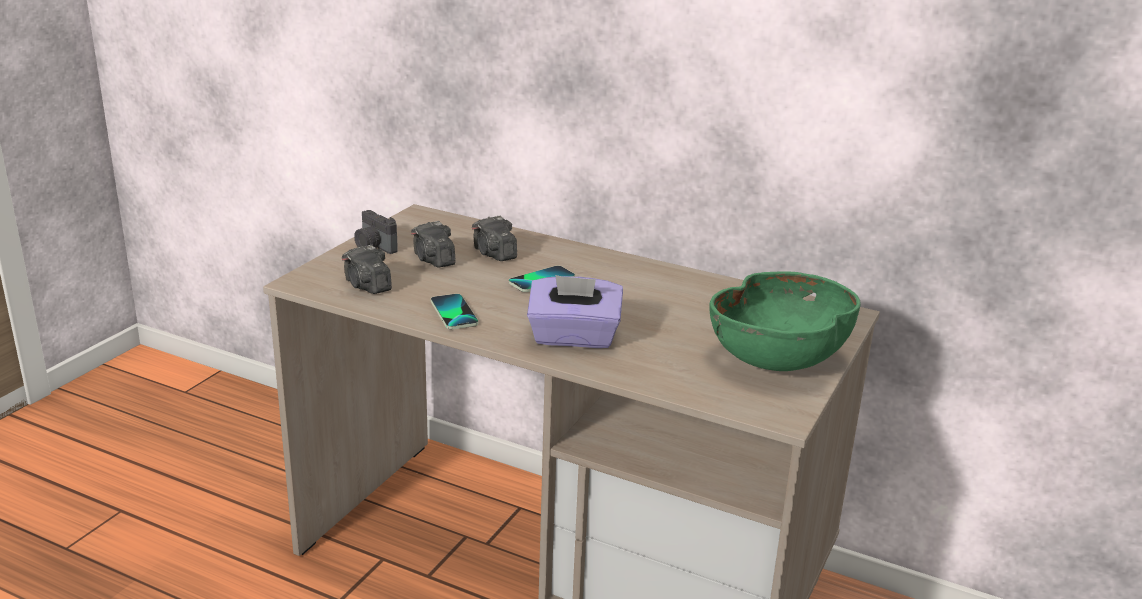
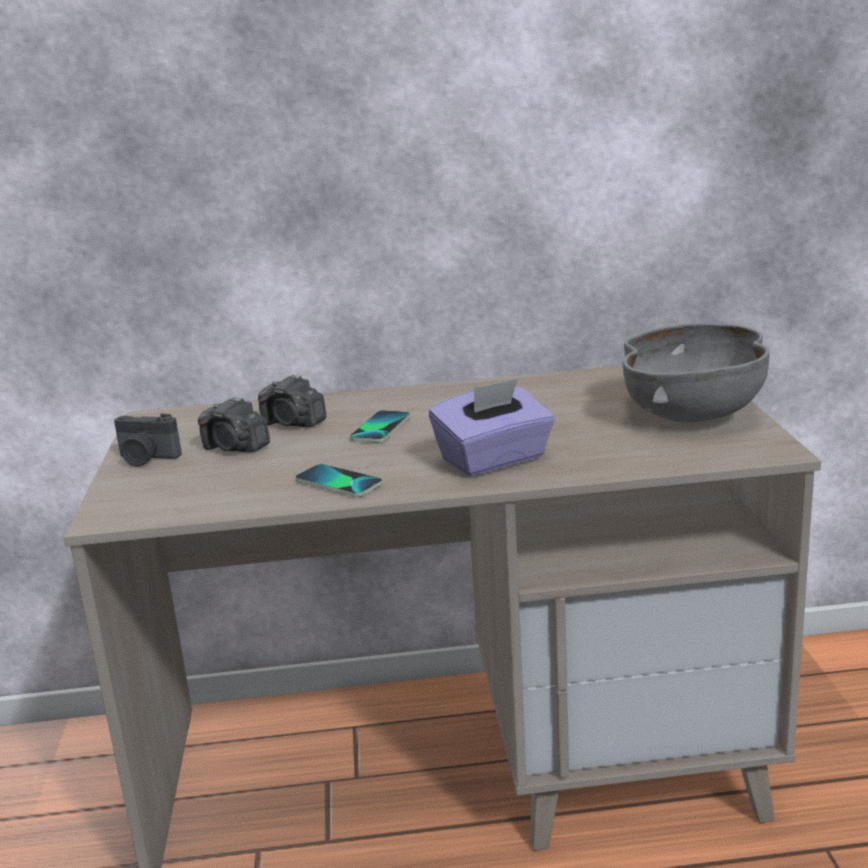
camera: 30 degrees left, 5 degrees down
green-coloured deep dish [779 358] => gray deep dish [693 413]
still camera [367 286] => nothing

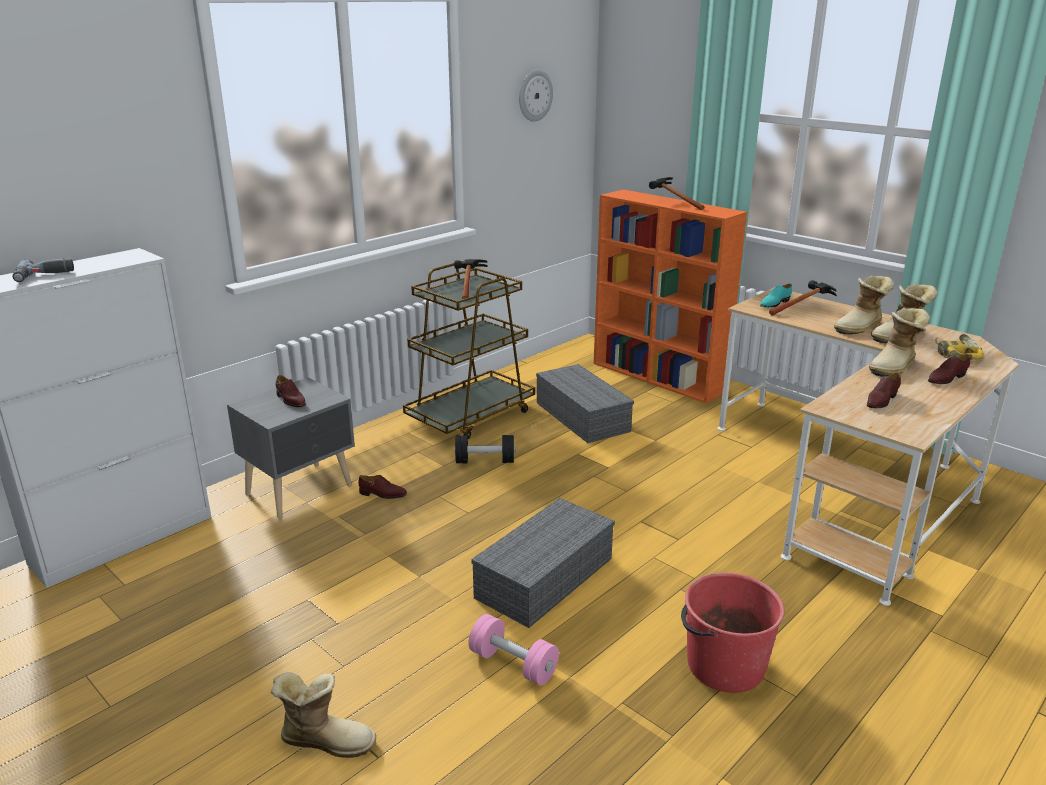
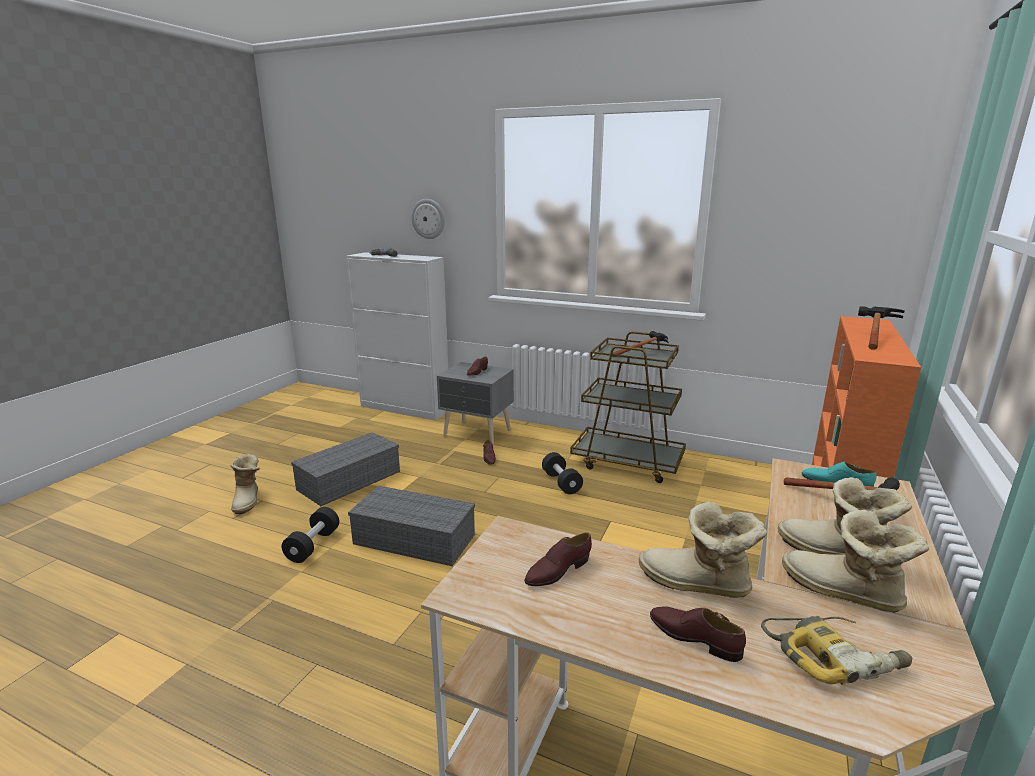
camera: 70 degrees right, 5 degrees down
pink free weight [513 664] => black-coloured free weight [313 545]
gray storage container [580 416] => gray storage container [350 479], shifted
hanging clock [534 95] => hanging clock [428 219], shifted
brown low shoe [881 400] => brown low shoe [557 571], 60 degrees counterclockwise
red-coloured bucket [724 665] => nothing

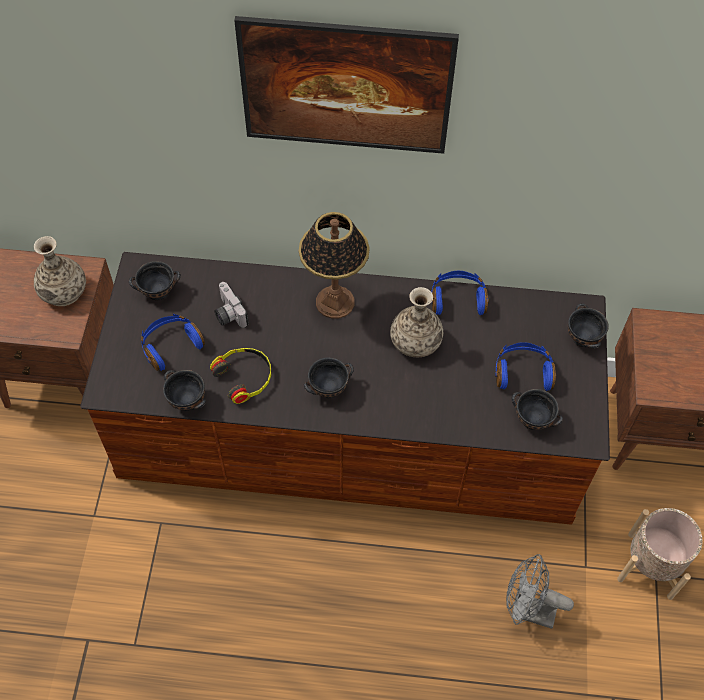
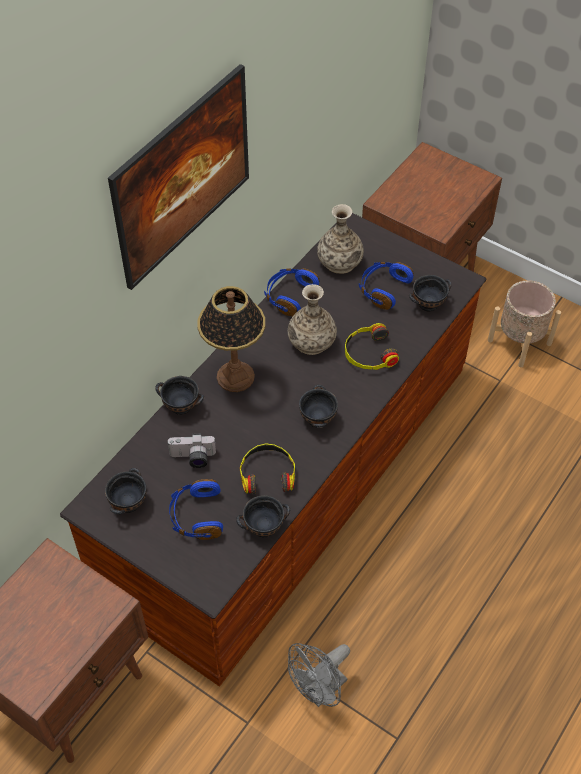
camera: 60 degrees left, 5 degrees down
black-coloured deep dish [583 337] => black-coloured deep dish [180 405], shifted
gray cooling fan [527 610] => gray cooling fan [319 691], shifted
decorative vase [63 291] => decorative vase [339 262], shifted
nothing => pair of headphones [369 353]

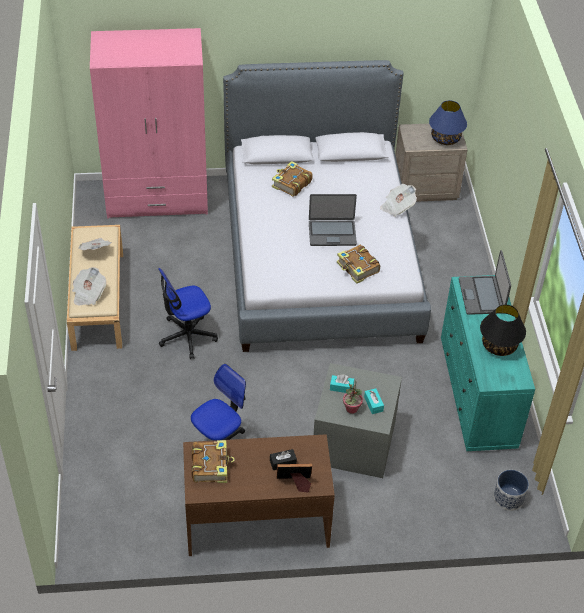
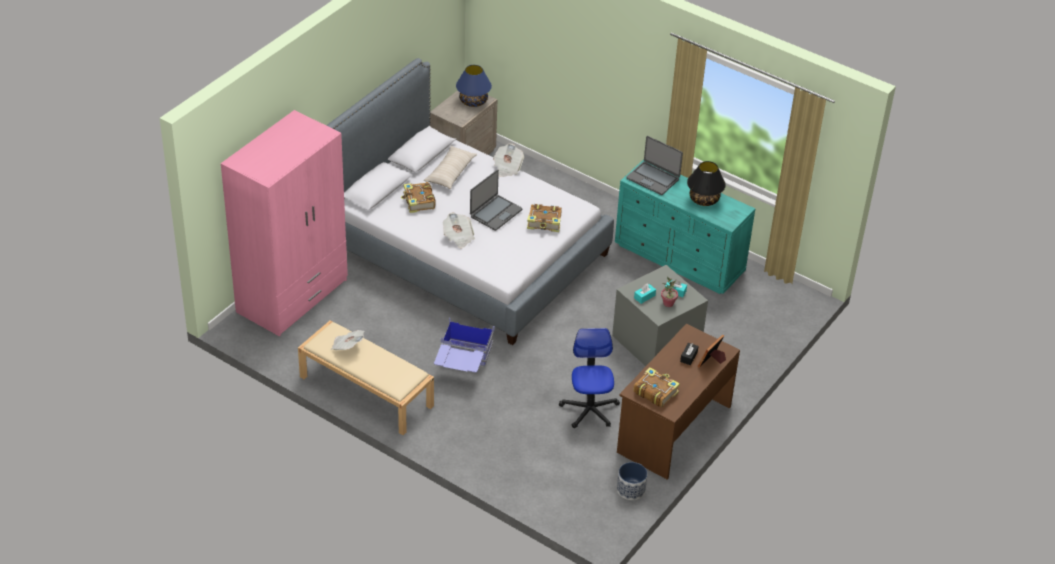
camera: 50 degrees left, 5 degrees down
nothing => sand-coloured cushion [450 172]
office chair [187 336] => blue storage container [463 364]
printed paper [88 294] => printed paper [458 237], shifted
plant pot [509 498] => plant pot [631 489], shifted

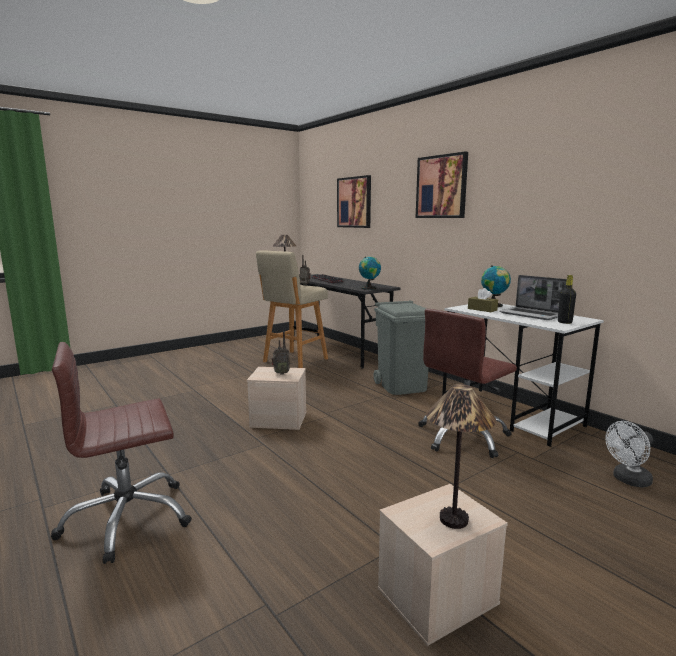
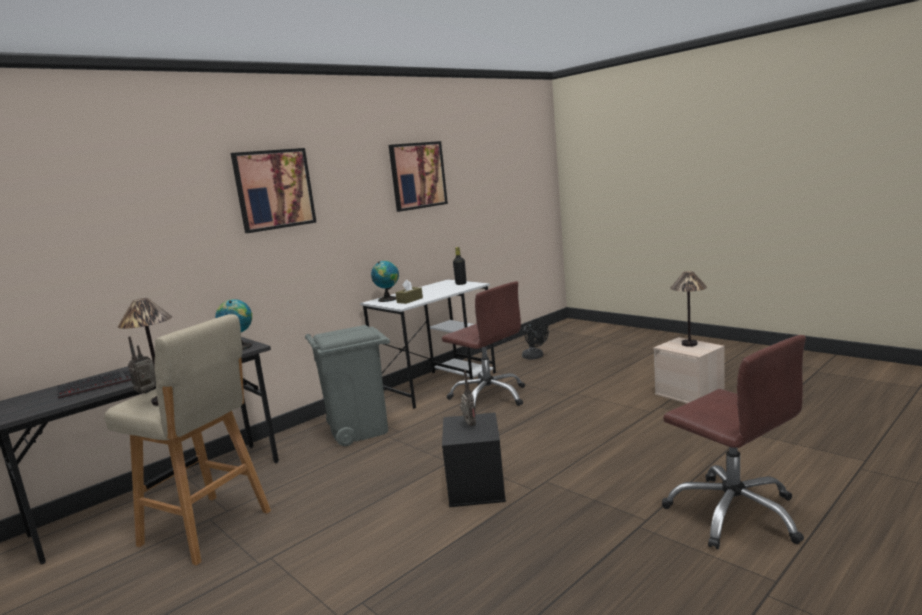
camera: 95 degrees left, 0 degrees up
wall art [354 202] => wall art [417 175], shifted
sand-coloured storage container [279 419] => black-coloured storage container [475 486]
white-coloured cooling fan [628 480] => black-coloured cooling fan [535 357]
portable computer [532 315] => nothing

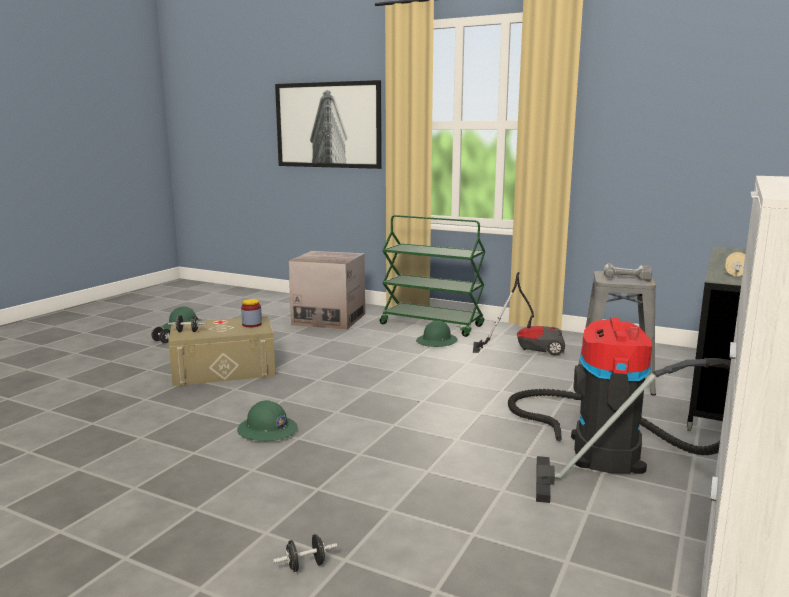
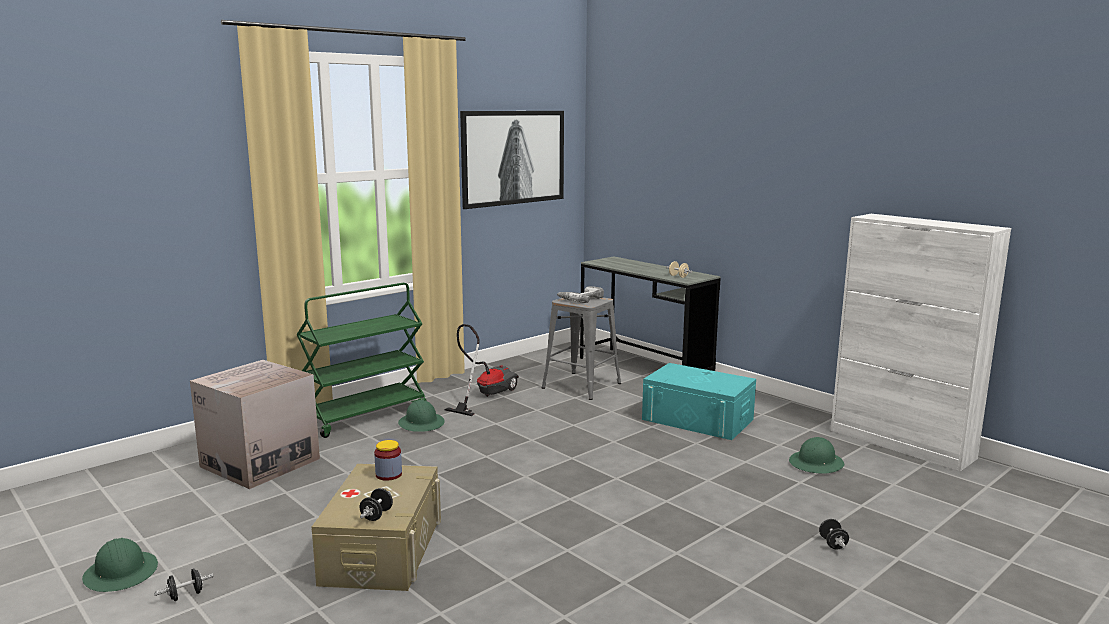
camera: 70 degrees left, 0 degrees up
wall art [328 125] => wall art [513 157], shifted
hoover [602 449] => turquoise-coloured storage container [697 419]
green-coloured work helmet [267 430] => green-coloured work helmet [816 464], shifted

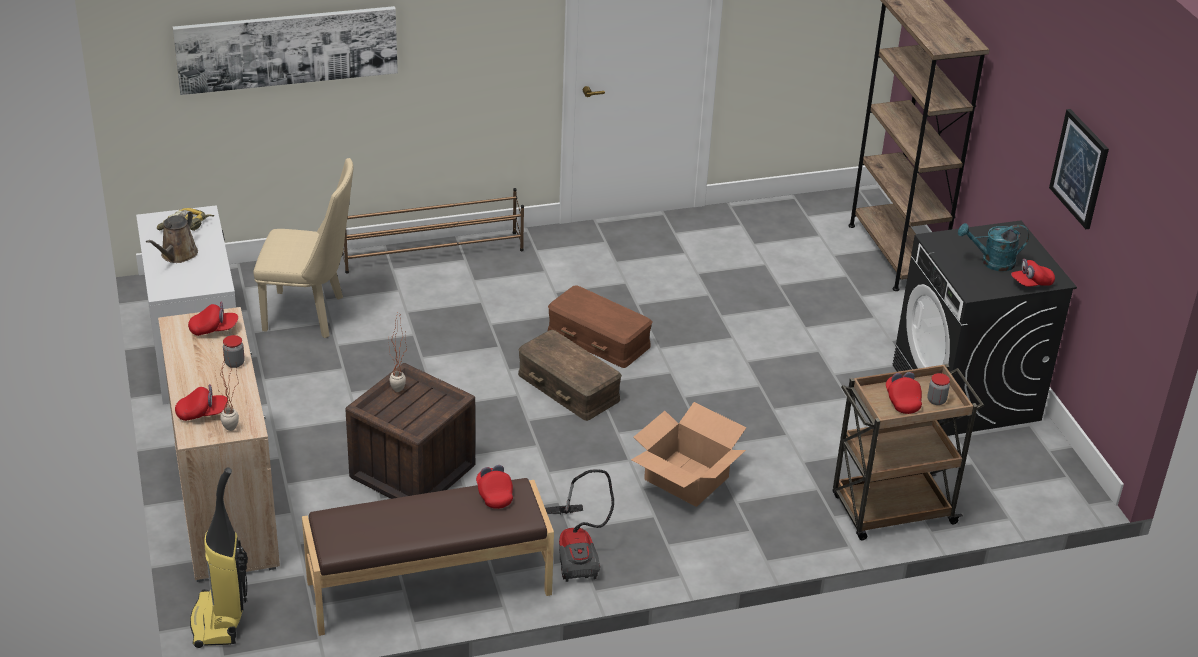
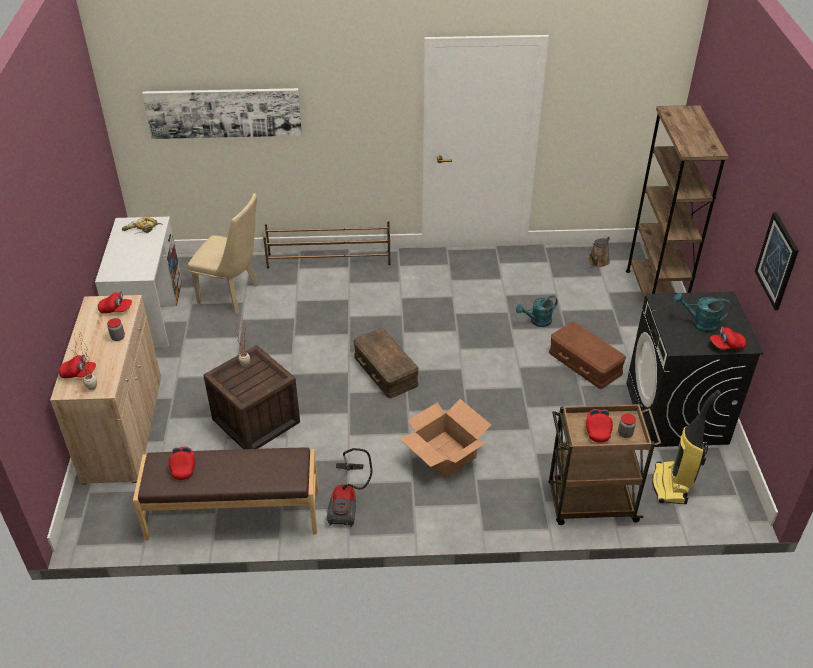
camera: 15 degrees right, 5 degrees up
red-coloured cap [494 494] => red-coloured cap [183 467], shifted
nothing => turquoise-coloured sprinkling can [537 321]
brown storage container [599 338] => brown storage container [585 362], shifted
brown sprinkling can [177 255] => brown sprinkling can [597 262], shifted
hoover [219 621] => hoover [671 485], shifted

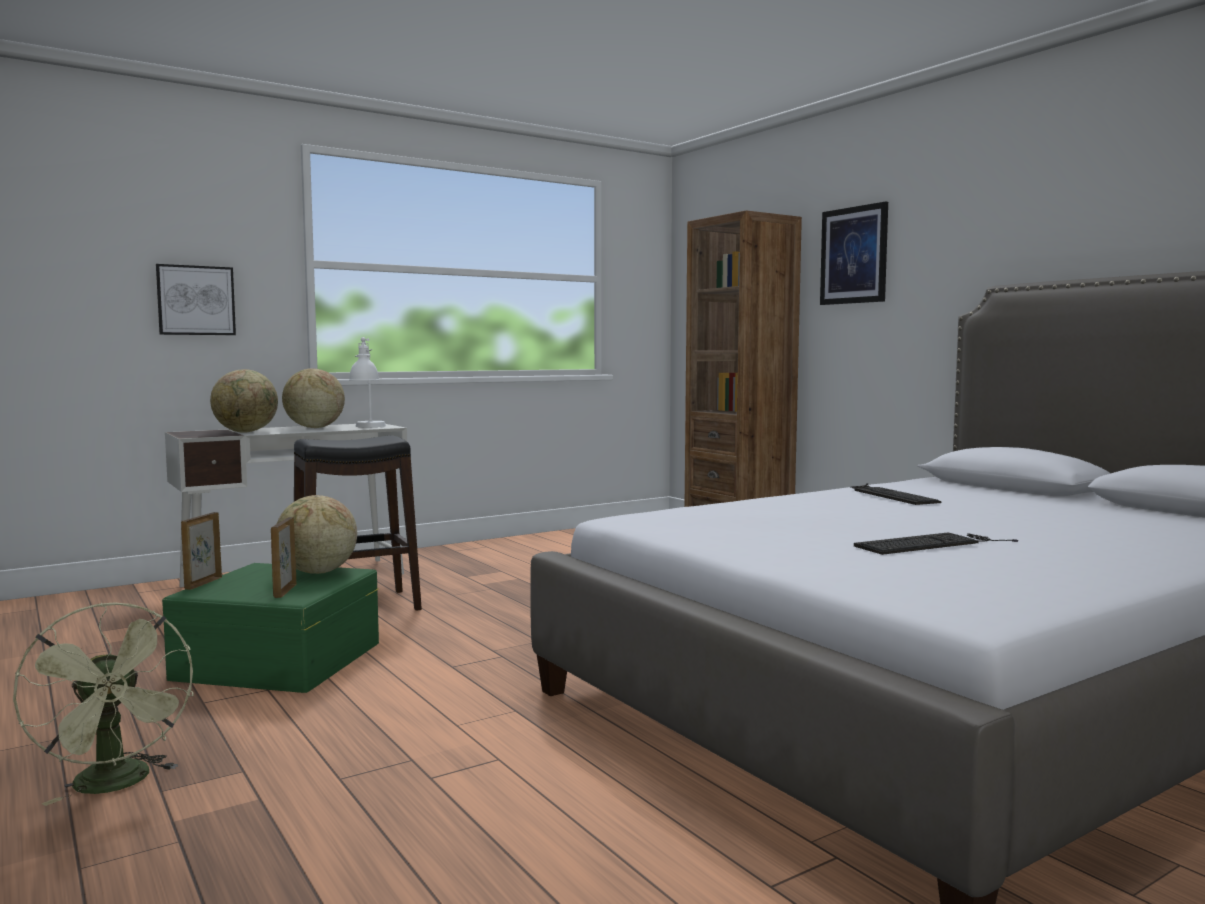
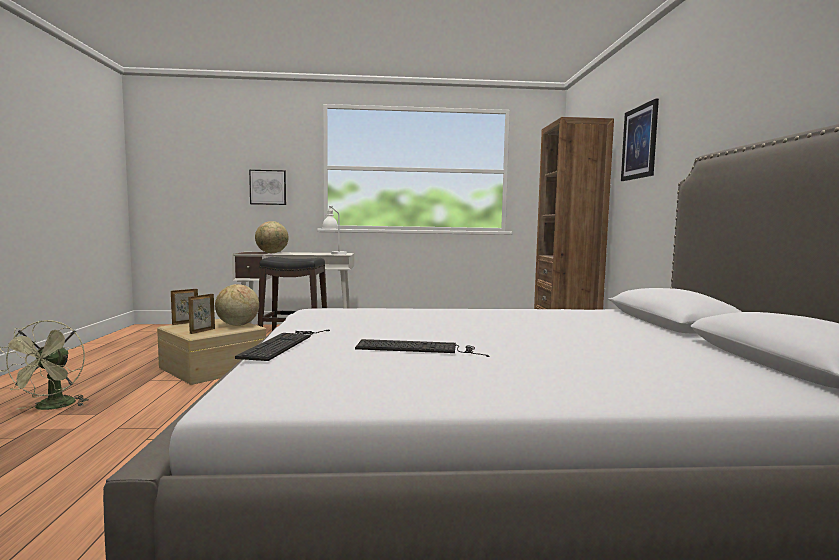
camera: 30 degrees right, 0 degrees up
green-coloured storage container [277 661] => sand-coloured storage container [212 367]
PC keyboard [889 495] => PC keyboard [284 344], shifted
globe [314 428] => nothing

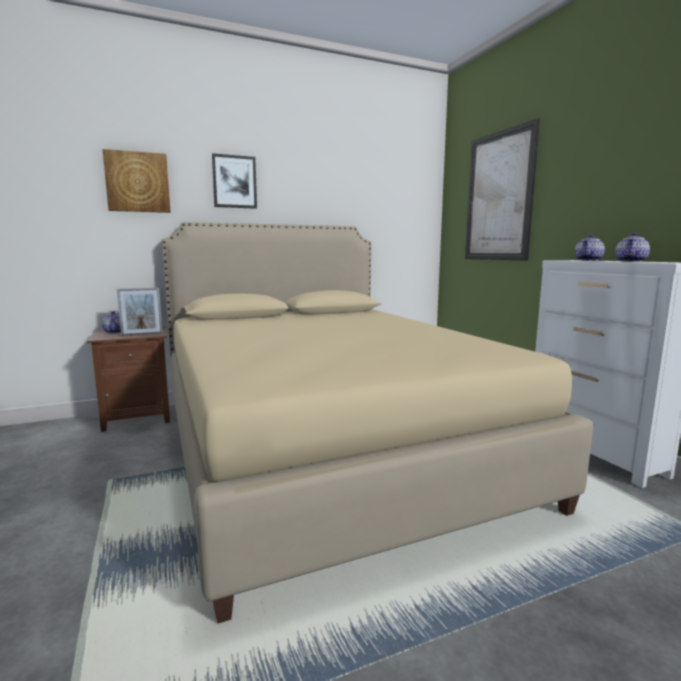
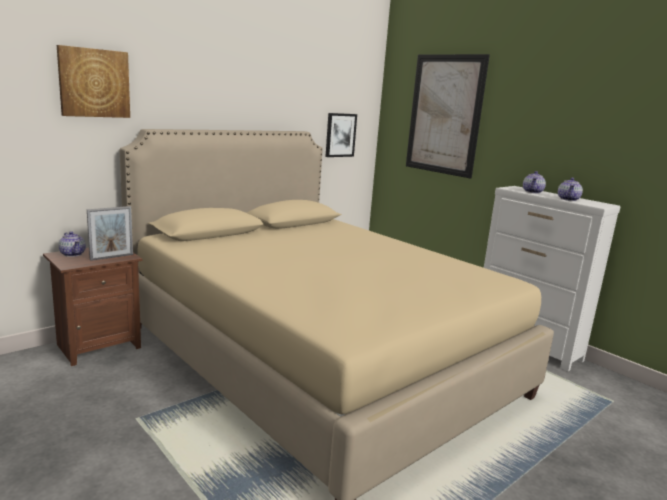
camera: 20 degrees left, 5 degrees up
wall art [234 182] => wall art [340 135], shifted

